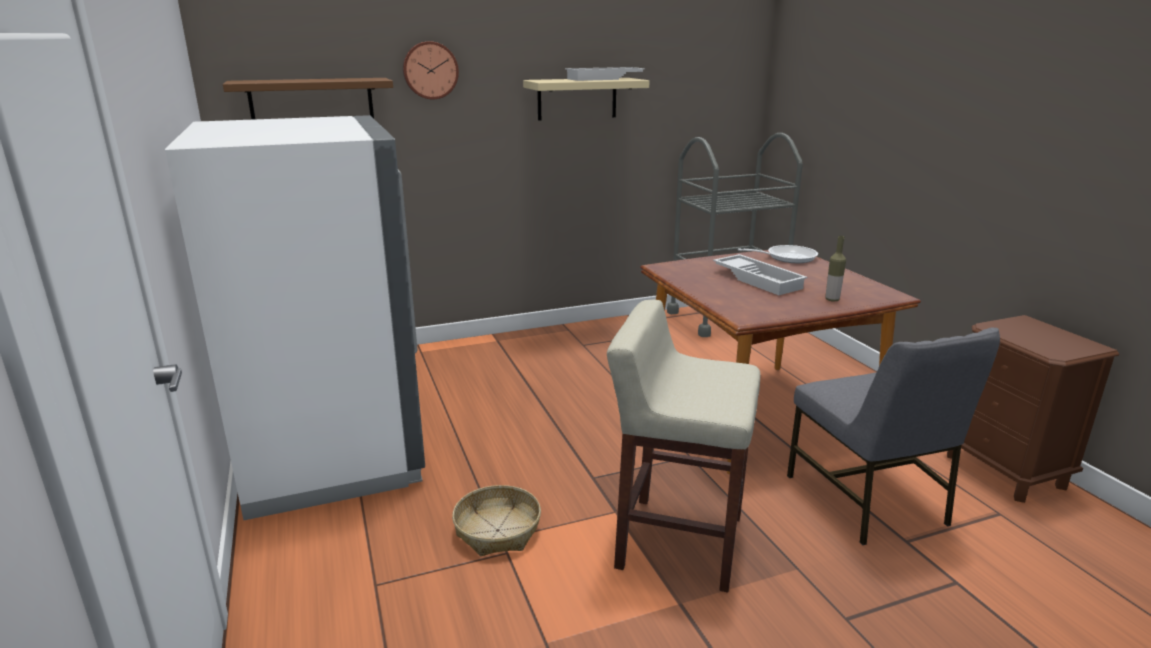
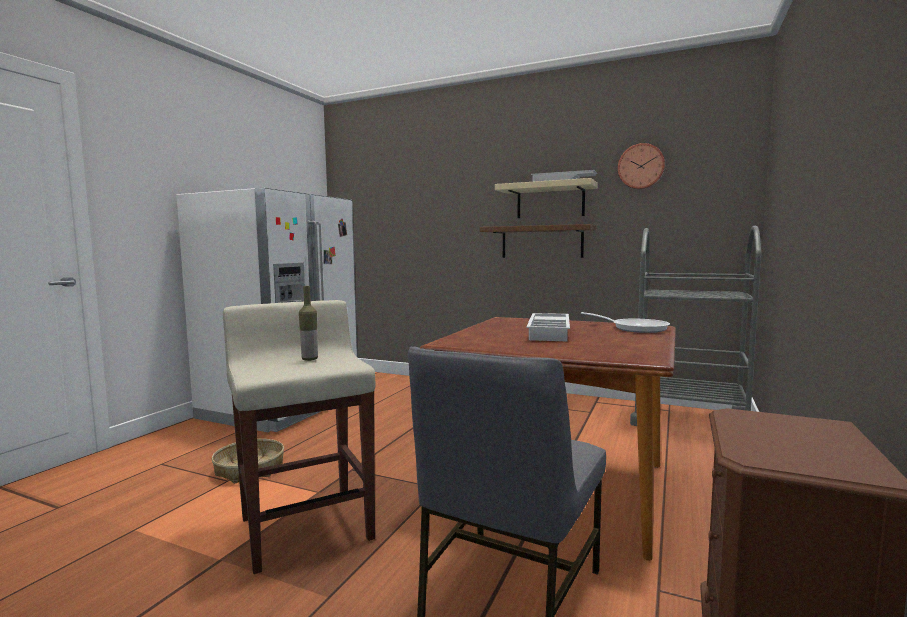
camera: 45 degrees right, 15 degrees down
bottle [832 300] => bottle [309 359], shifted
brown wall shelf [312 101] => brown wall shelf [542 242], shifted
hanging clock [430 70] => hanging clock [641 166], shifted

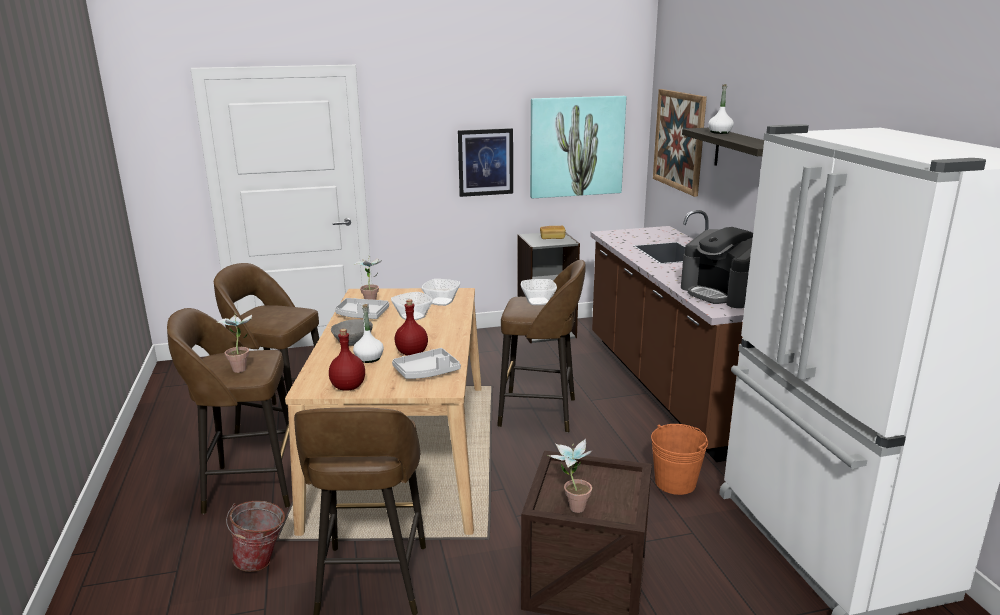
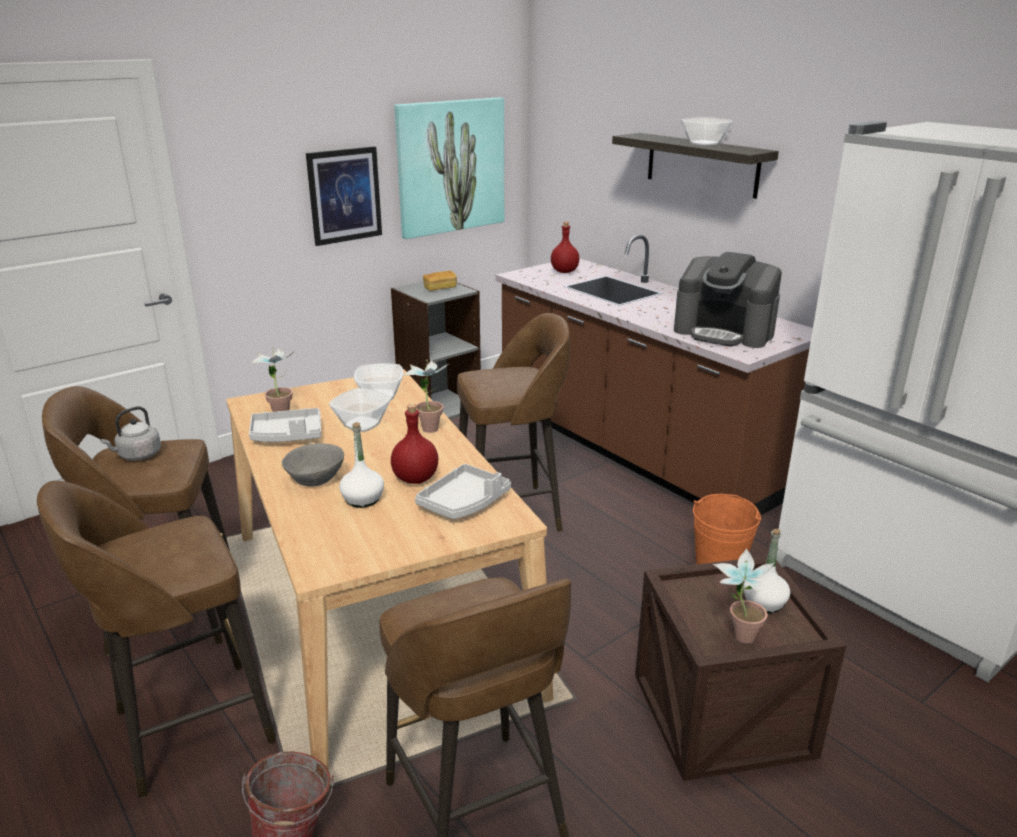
camera: 25 degrees left, 5 degrees up
nothing => gray kettle [137 455]
plant in a pot [242 367] => plant in a pot [429 426], shifted
red-coloured bottle [348 387] => red-coloured bottle [564 271], shifted
deep dish [539 302] => deep dish [705 143], shifted
white-coloured bottle [719 132] => white-coloured bottle [764 603], shifted
wall art [679 140] => nothing

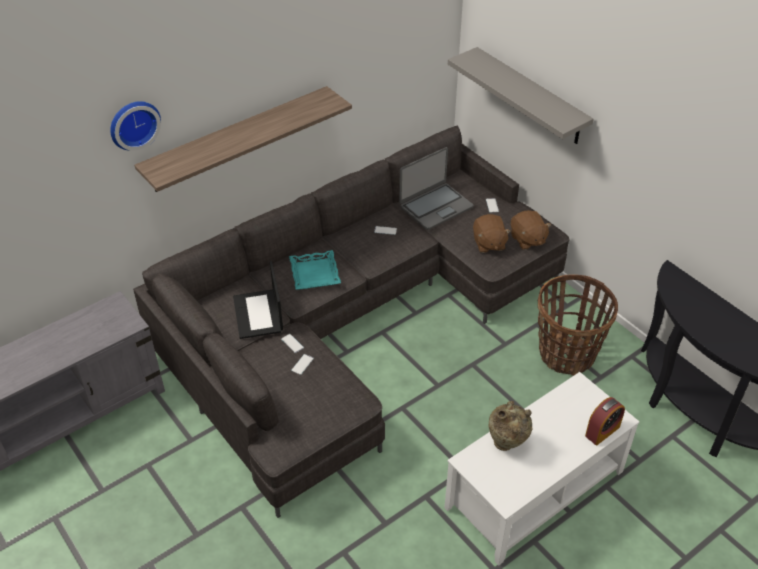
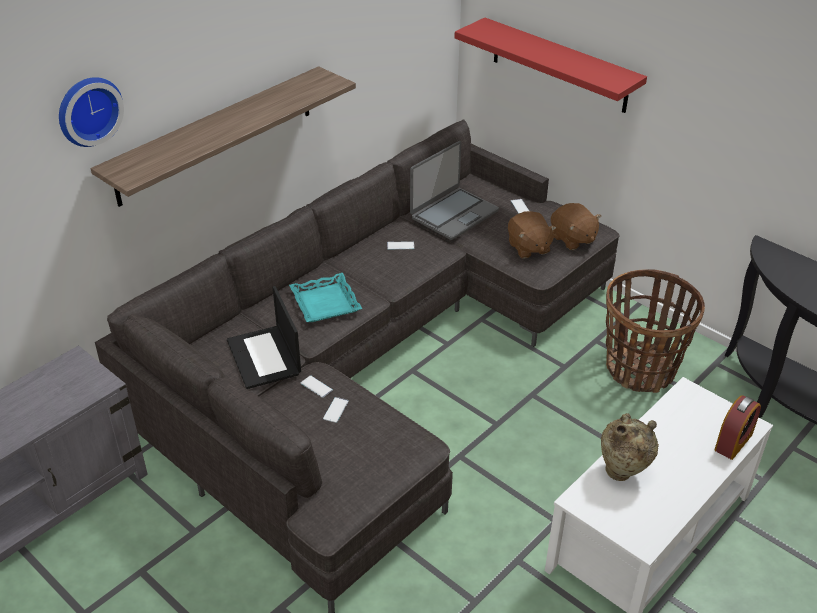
camera: 10 degrees left, 5 degrees down
gray wall shelf [530 96] => red-coloured wall shelf [559 65]

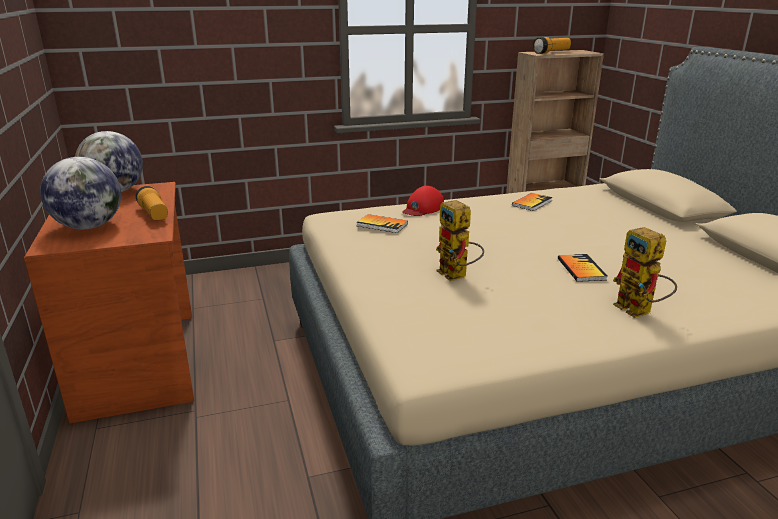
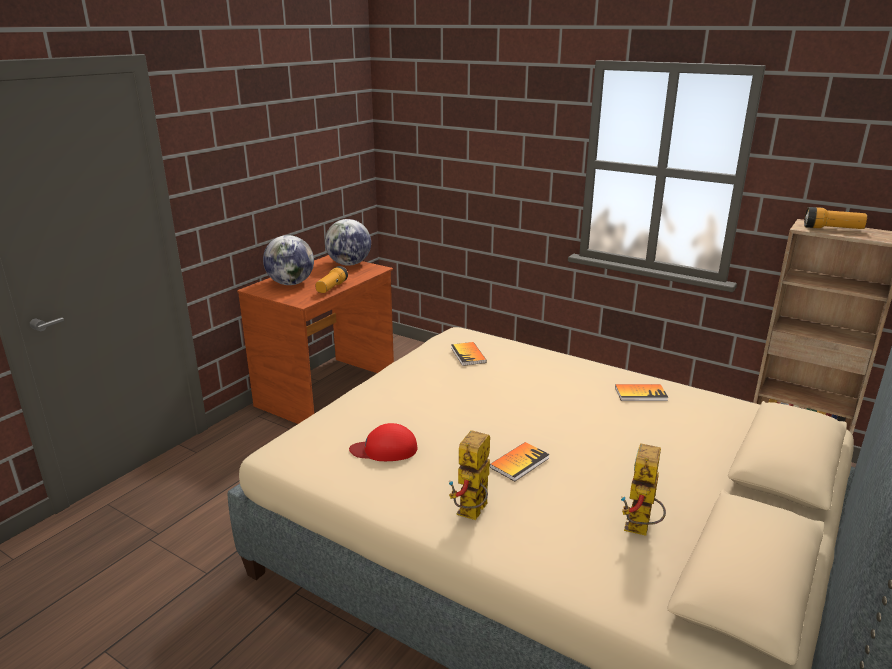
camera: 50 degrees right, 0 degrees up
red-coloured cap [422 208] => red-coloured cap [385 449], shifted
toy robot [457 276] => toy robot [640 530], shifted

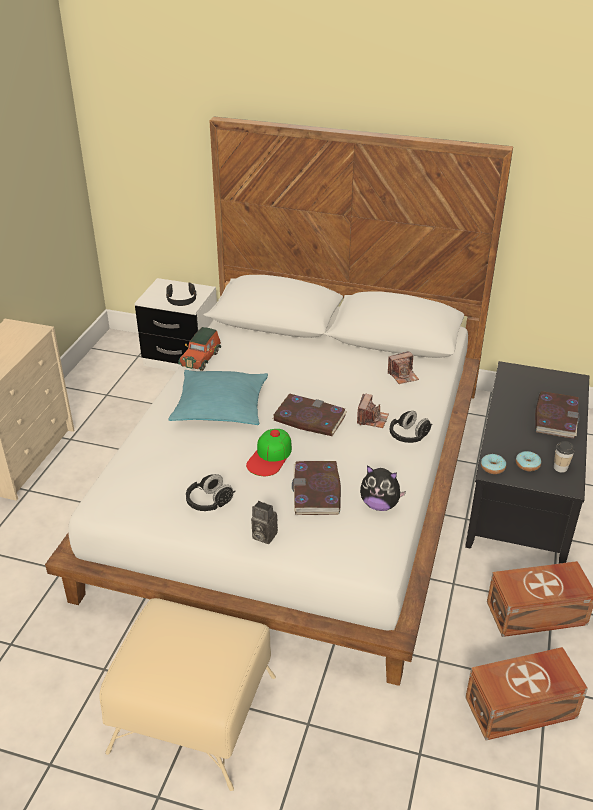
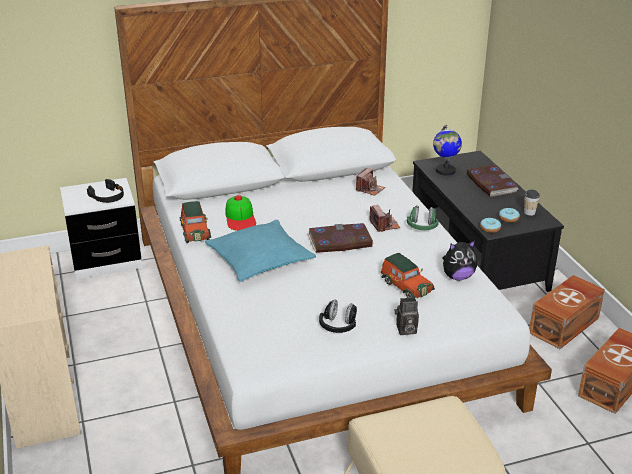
camera: 35 degrees left, 5 degrees down
cap [270 456] => cap [240 217], shifted
book [316 491] => toy car [405 286]
black-coloured pair of headphones [409 436] => green-coloured pair of headphones [422 227]
nothing => globe [445 171]

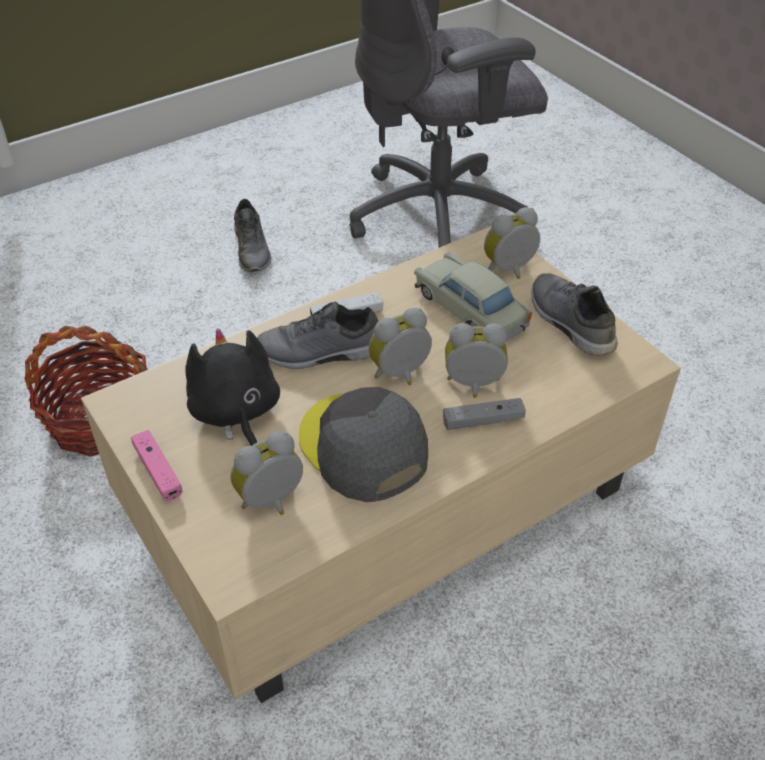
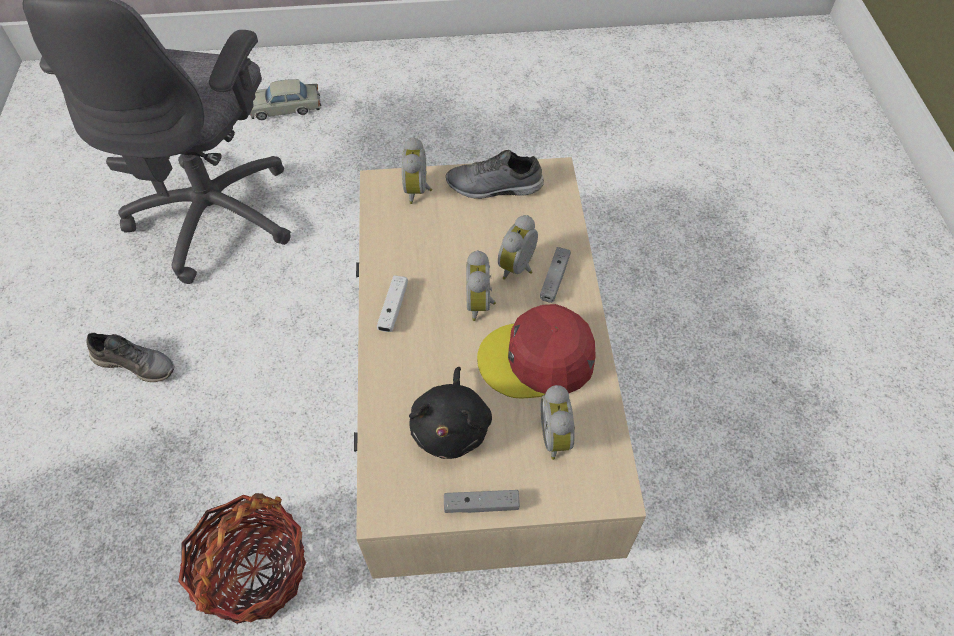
camera: 60 degrees left, 10 degrees up
sand-coloured toy car [470 310] => sand-coloured toy car [285 108], shifted
black-coloured cuddly toy [235 413] => black-coloured cuddly toy [452 426], 90 degrees counterclockwise
pink joypad [158 471] => gray joypad [481 505]
gray cap [362 448] => red-coloured cap [537 359]
gray low shoe [319 353] => nothing

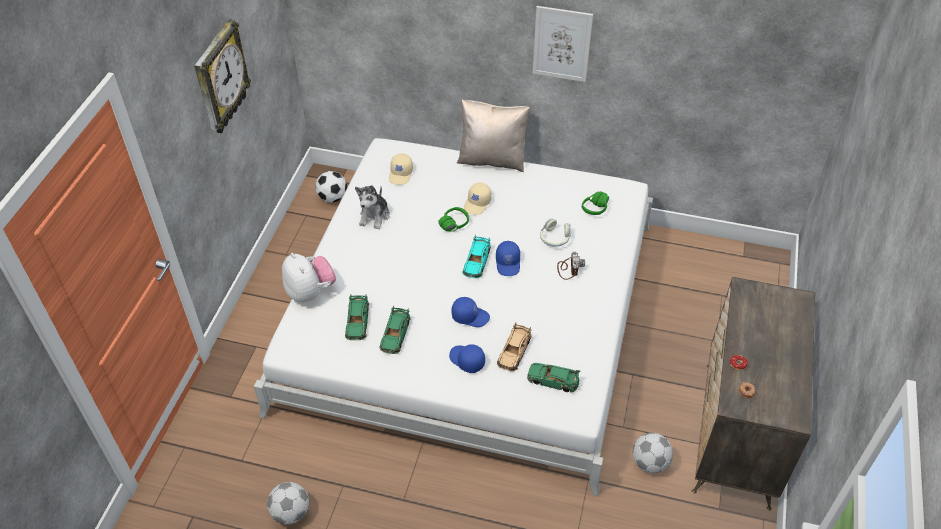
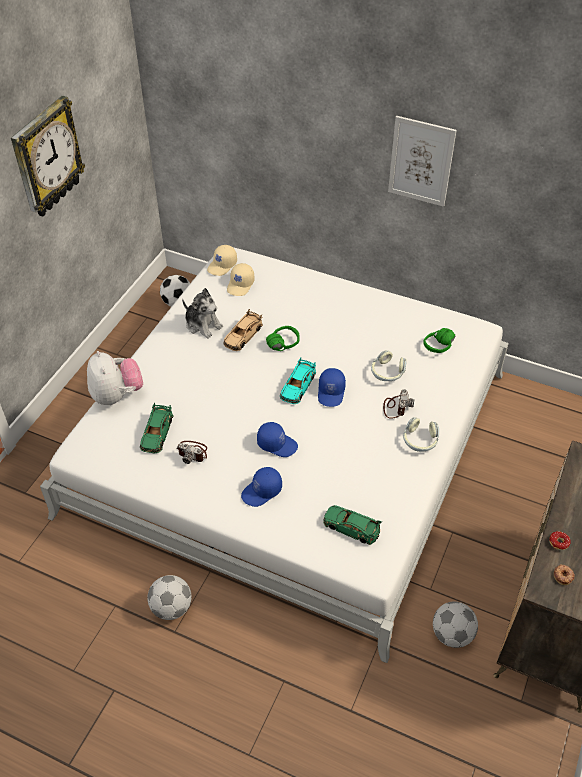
camera: 10 degrees right, 0 degrees up
football ball [291 513] => football ball [171 608], shifted
green-coloured toy car [395 334] => still camera [193 452]
cuddly toy [374 216] => cuddly toy [203 325], 75 degrees counterclockwise
sand-coloured cap [477 203] => sand-coloured cap [222 266], shifted
sand-coloured toy car [514 351] => sand-coloured toy car [243 335], shifted
blue cap [466 360] => blue cap [262 491], 90 degrees counterclockwise
nothing => pair of headphones [420 440]
sand-coloured cushion [492 159] => nothing

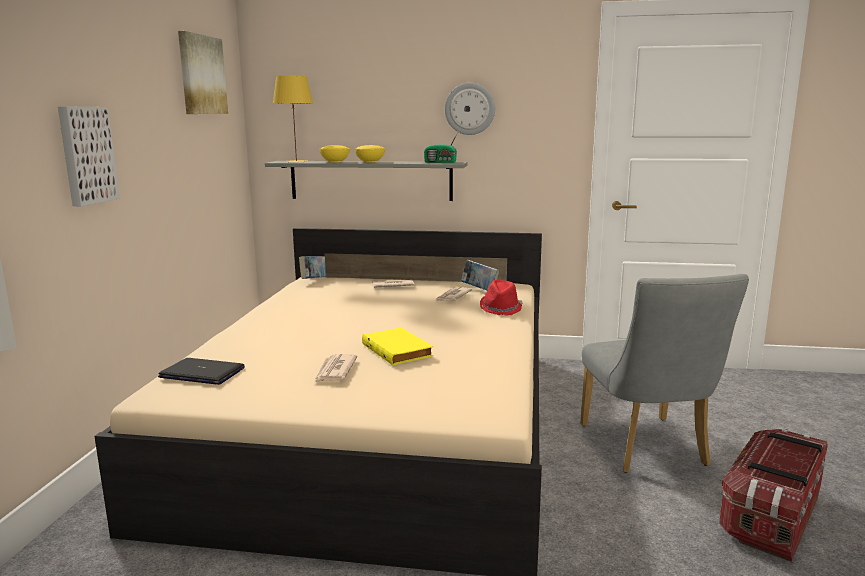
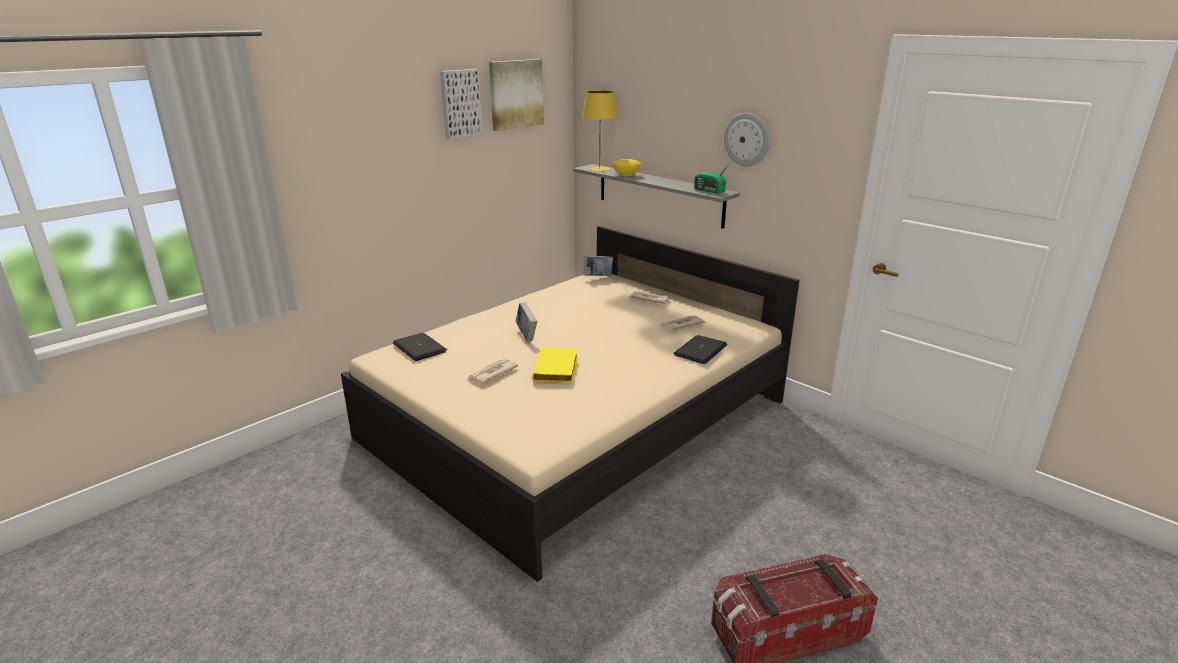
camera: 35 degrees right, 10 degrees up
wall art [86 155] => wall art [460 103], shifted
book [479 289] => book [526 335], shifted
red-coloured wearable hat [501 309] => portable computer [700 350]
yellow deep dish [369 162] => nothing
gray chair [647 449] => nothing

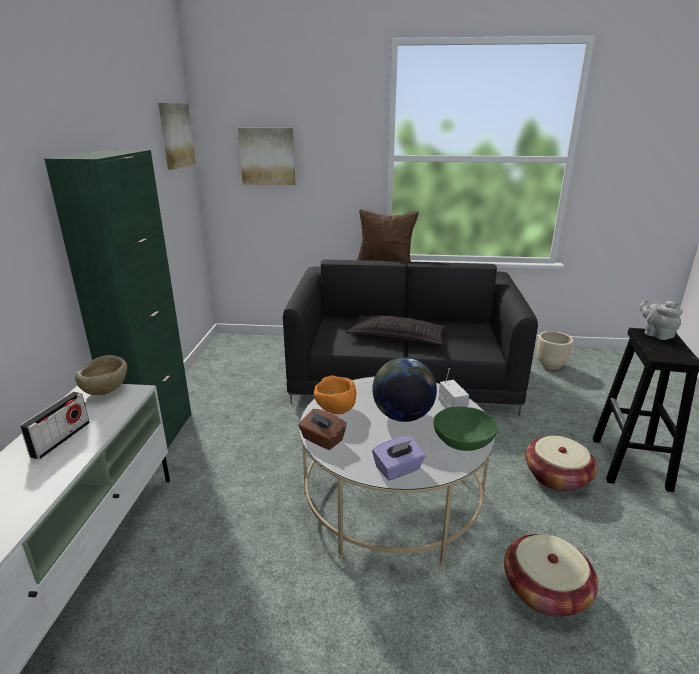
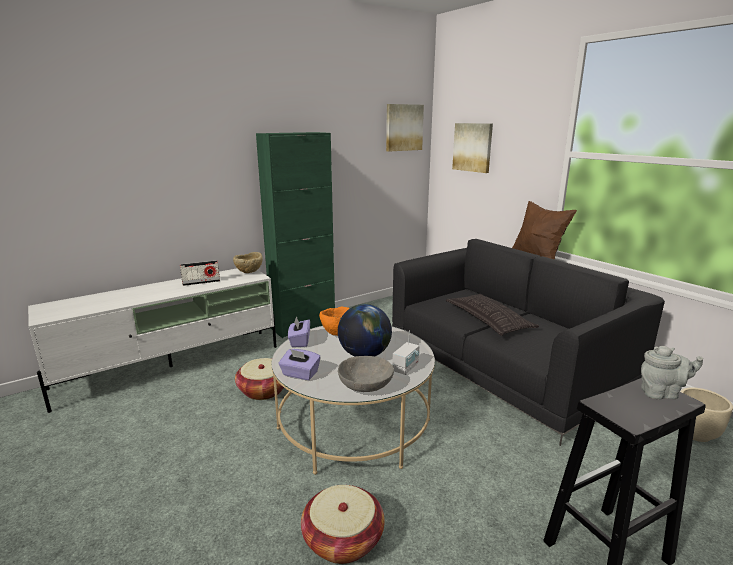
camera: 50 degrees right, 5 degrees down
basket [557 477] => basket [263 390], shifted
brown tissue holder [322 440] => purple-coloured tissue holder [299 341]
green-coloured deep dish [463 441] => gray deep dish [365 386]
gray tea pot [656 334] => gray tea pot [662 393], 75 degrees clockwise

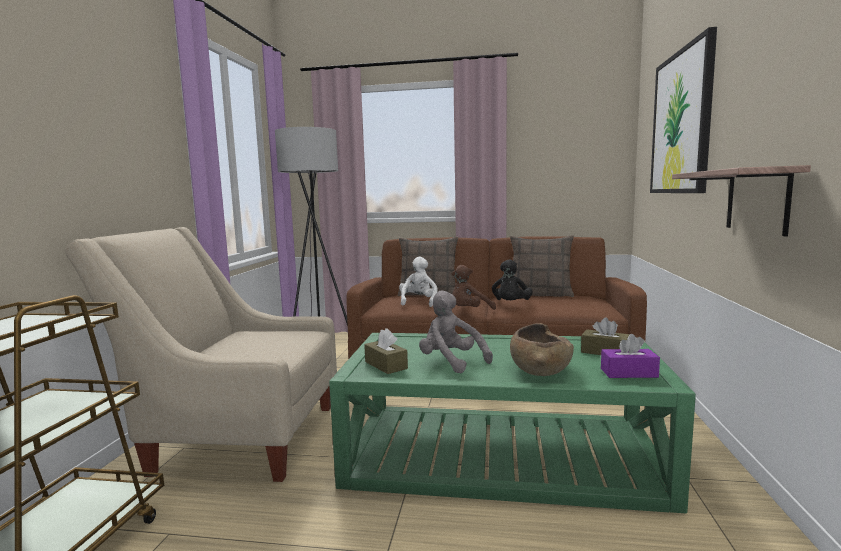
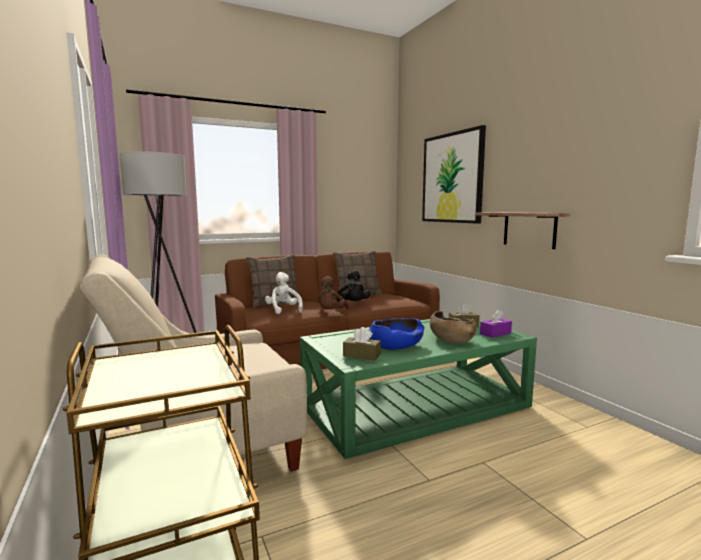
camera: 35 degrees left, 0 degrees up
gray cuddly toy [451 362] => blue deep dish [396 346]

